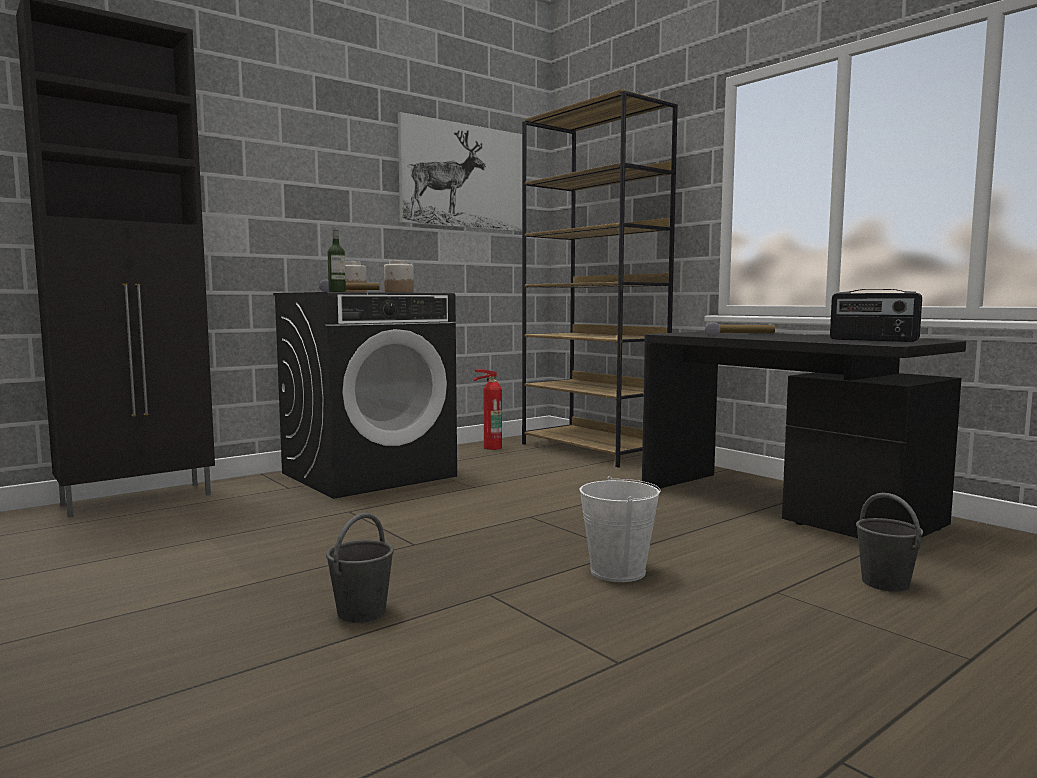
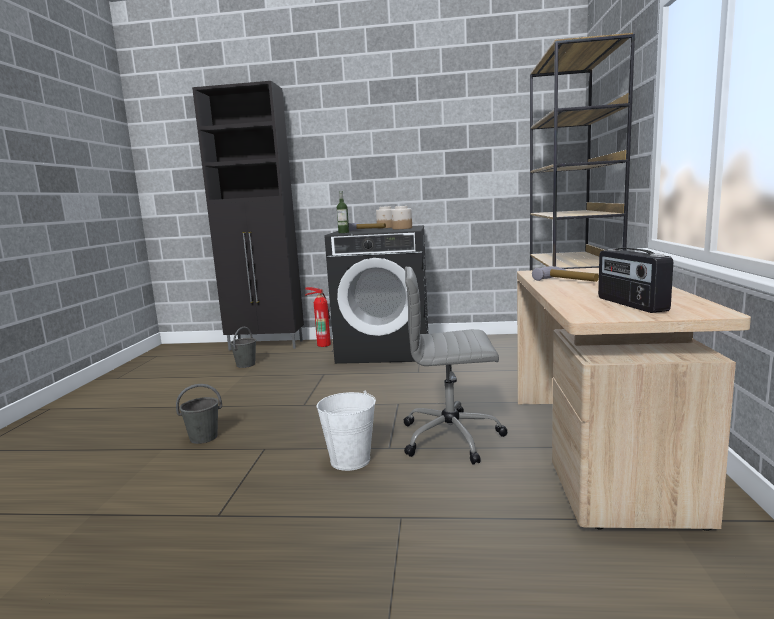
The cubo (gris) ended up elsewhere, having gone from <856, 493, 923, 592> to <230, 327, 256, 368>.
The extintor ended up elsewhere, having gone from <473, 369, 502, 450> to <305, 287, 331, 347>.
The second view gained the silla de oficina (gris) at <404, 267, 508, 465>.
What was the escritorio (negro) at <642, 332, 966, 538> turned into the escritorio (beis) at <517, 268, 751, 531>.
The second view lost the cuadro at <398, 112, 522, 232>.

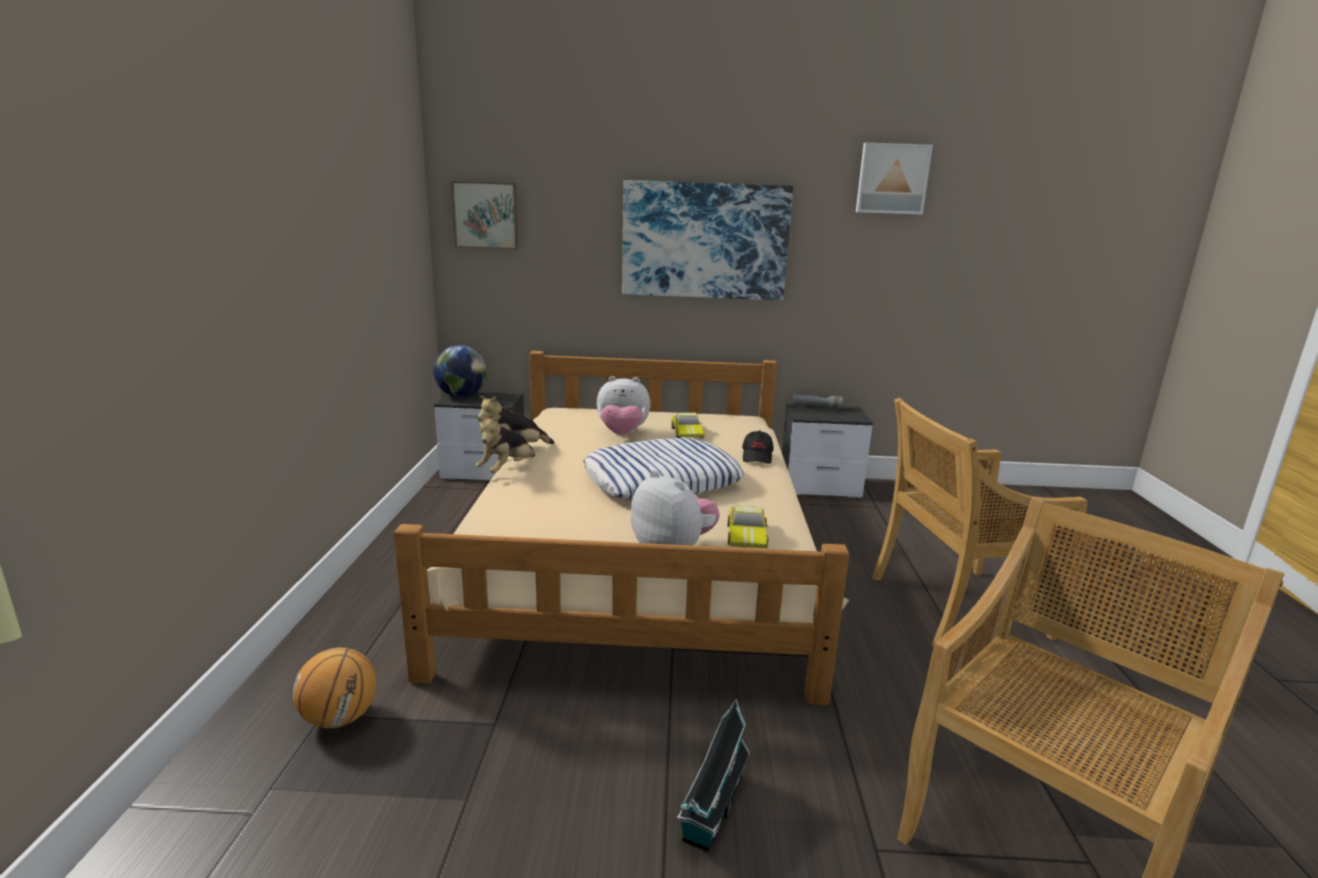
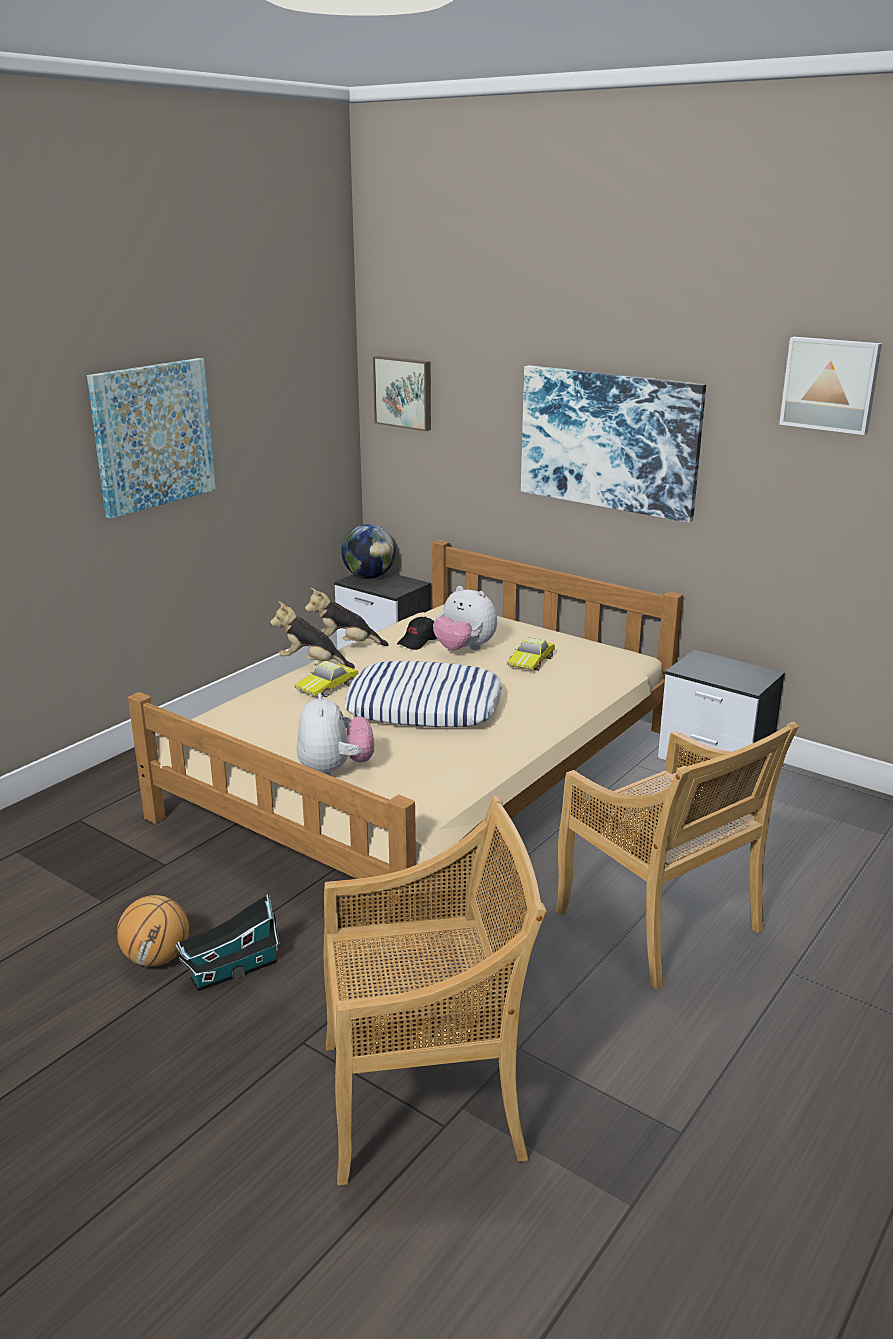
The second view gained the cuadro at <87, 358, 216, 519>.
The balón de baloncesto ended up elsewhere, having gone from <293, 648, 377, 728> to <117, 895, 189, 967>.
The peluche at <475, 414, 535, 473> ended up facing another way, 45 degrees clockwise from before.
The coche de juguete ended up elsewhere, having gone from <727, 505, 769, 548> to <294, 661, 358, 697>.
The gorra (negro) ended up elsewhere, having gone from <742, 430, 773, 464> to <397, 617, 437, 650>.
The silla (beis) at <872, 398, 1088, 647> ended up facing another way, 150 degrees counterclockwise from before.
The second view lost the linterna (gris) at <793, 394, 843, 409>.

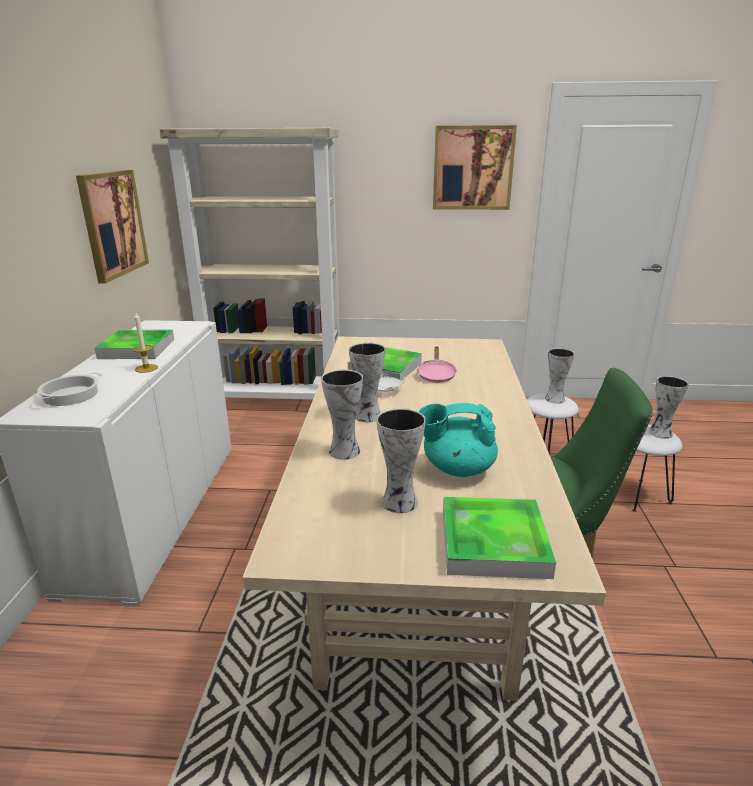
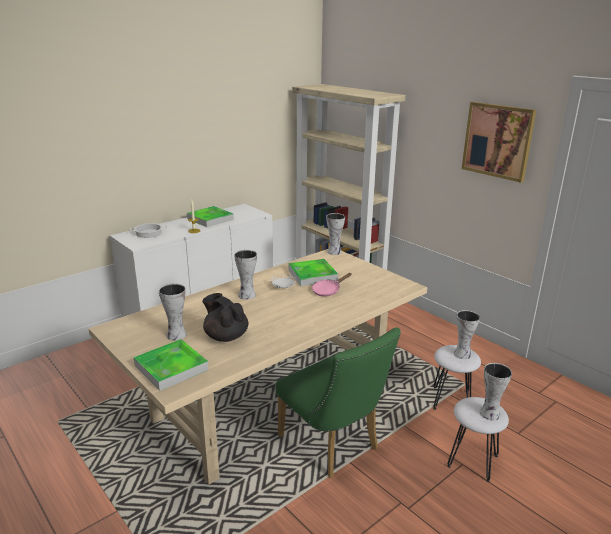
What was the tetera (turquesa) at <418, 403, 498, 477> turned into the tetera (negro) at <202, 293, 248, 342>.
The florero ended up elsewhere, having gone from <321, 369, 363, 459> to <326, 213, 345, 255>.
The second view lost the cuadro at <76, 170, 149, 284>.

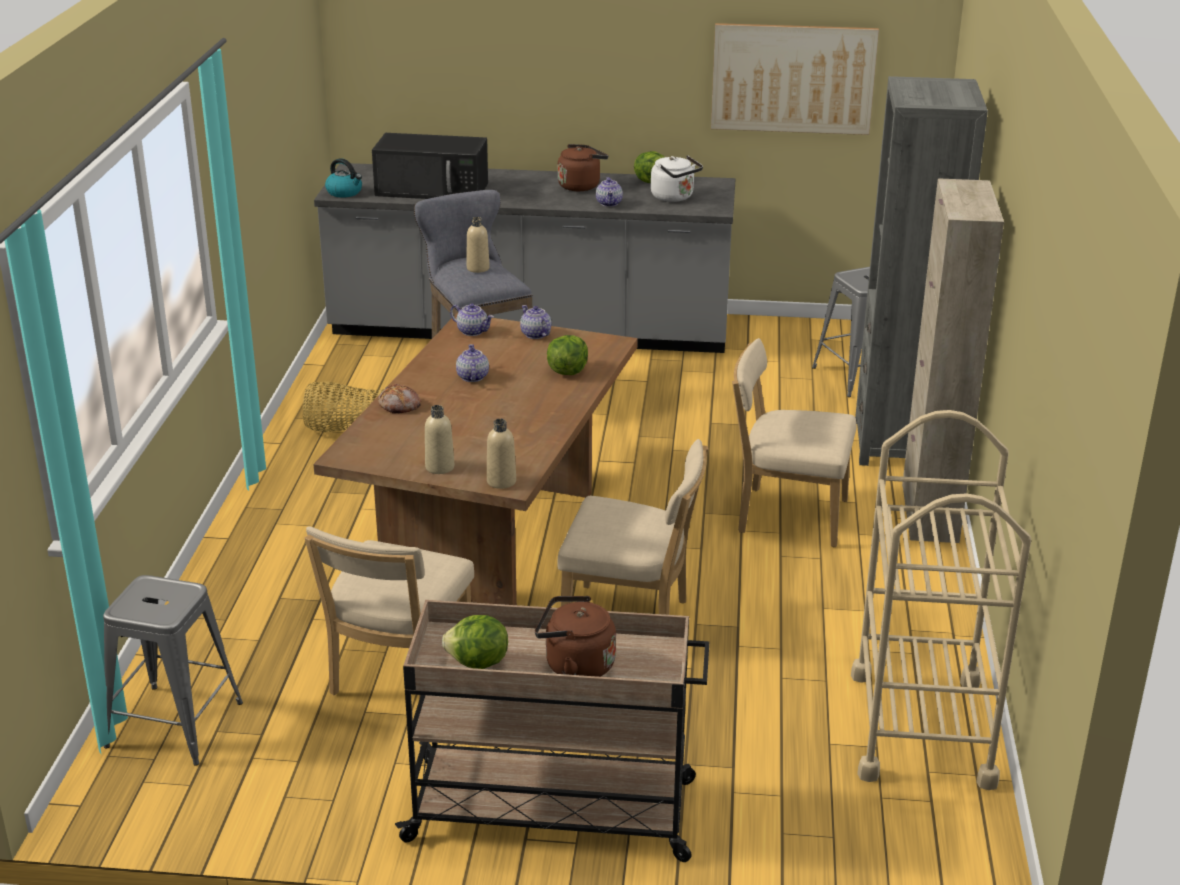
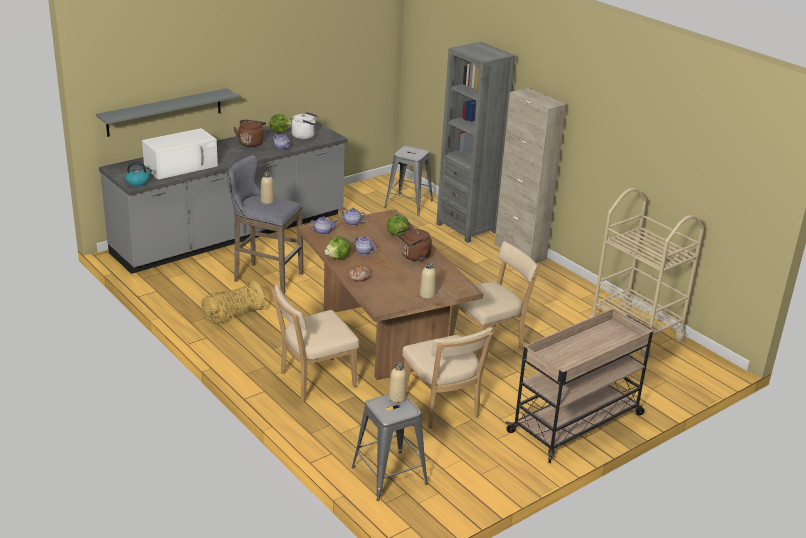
The second view gained the estante (gris) at <96, 88, 239, 137>.
What was the microondas (negro) at <372, 133, 488, 199> turned into the microondas (blanco) at <142, 128, 218, 180>.
The silla (beis) ended up elsewhere, having gone from <732, 338, 857, 547> to <272, 285, 359, 401>.
The lechuga ended up elsewhere, having gone from <442, 615, 508, 669> to <325, 236, 351, 259>.
The botella (beis) ended up elsewhere, having gone from <487, 419, 516, 489> to <389, 362, 407, 403>.
The hervidor (marrón) ended up elsewhere, having gone from <535, 596, 616, 677> to <397, 227, 432, 261>.
The second view lost the cuadro at <711, 23, 879, 135>.

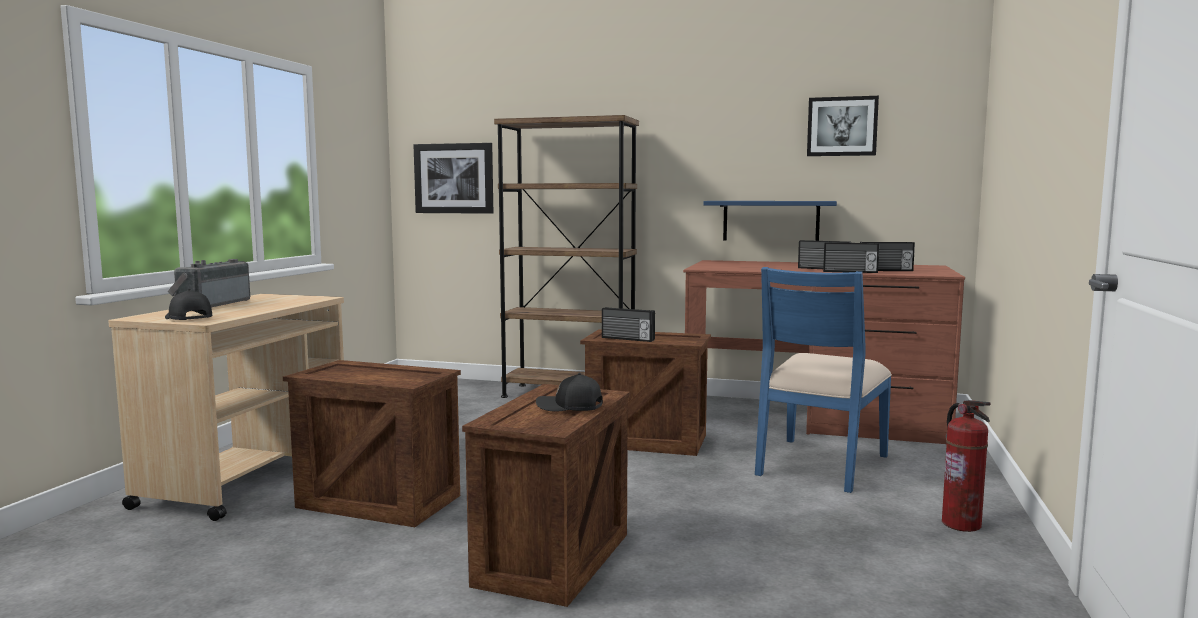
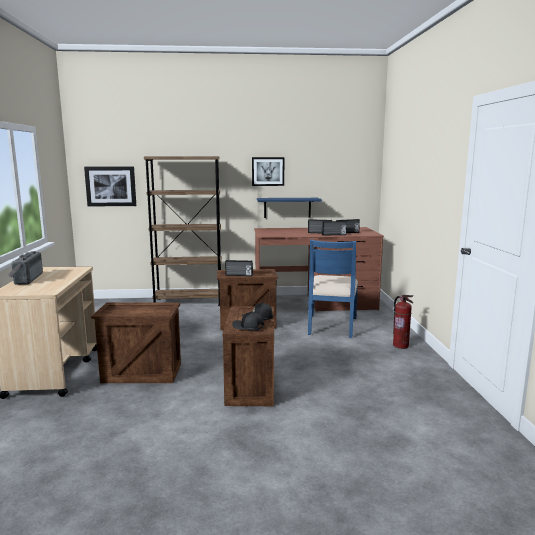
The gorra (negro) ended up elsewhere, having gone from <165, 289, 212, 320> to <232, 311, 264, 330>.
The cuadro ended up elsewhere, having gone from <807, 96, 879, 156> to <252, 157, 284, 186>.

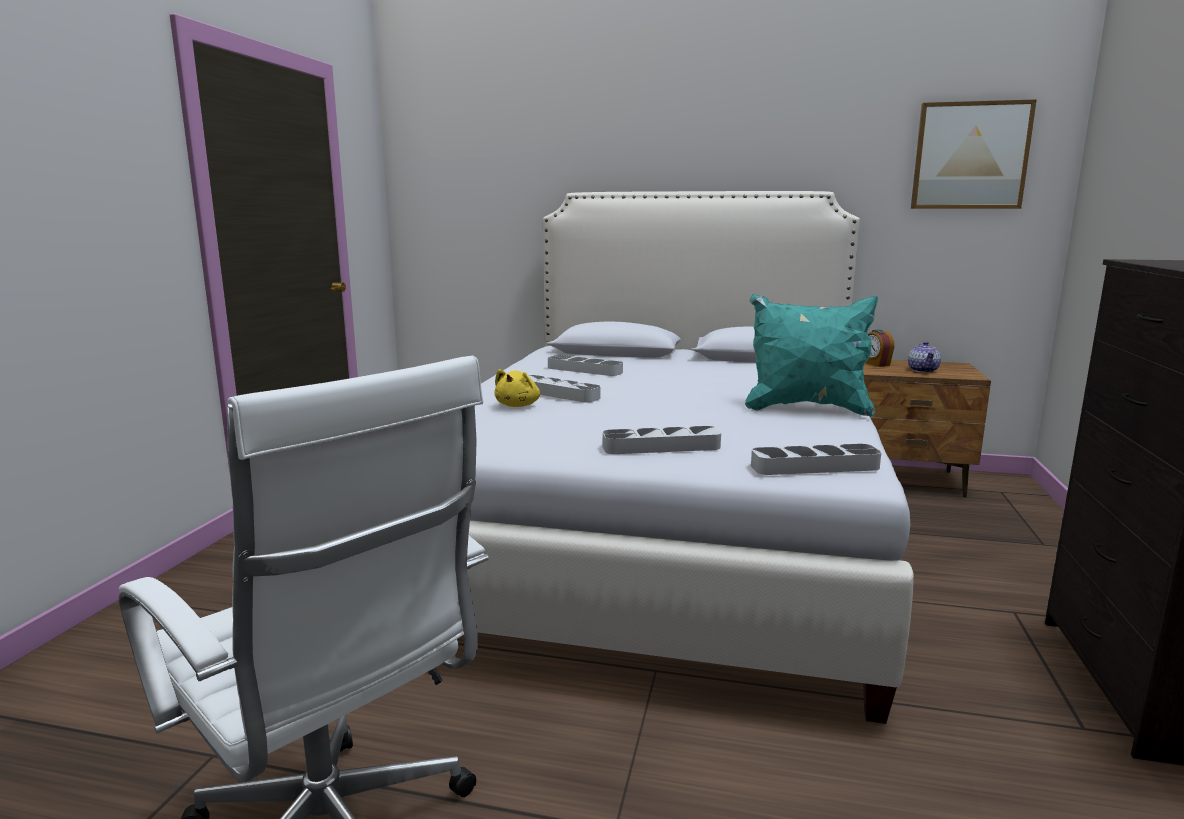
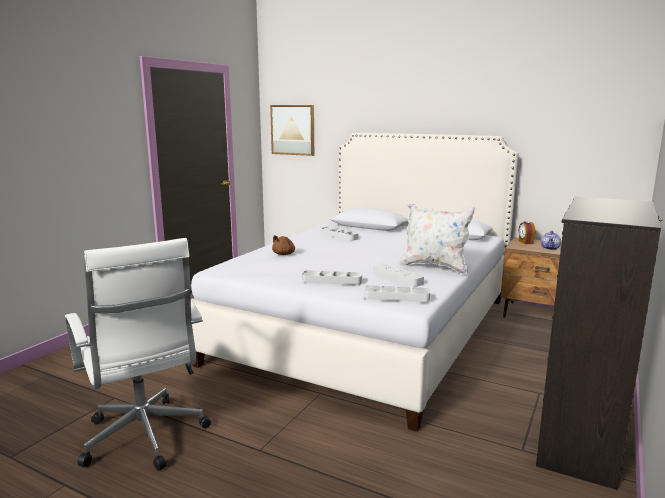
The cuadro ended up elsewhere, having gone from <911, 99, 1037, 209> to <270, 105, 314, 156>.
What was the peluche (amarillo) at <495, 369, 540, 407> turned into the peluche (marrón) at <272, 235, 295, 255>.
The bandeja (gris) ended up elsewhere, having gone from <528, 375, 601, 403> to <374, 264, 424, 287>.
What was the cojín (turquesa) at <745, 294, 878, 417> turned into the cojín (blanco) at <399, 202, 476, 274>.

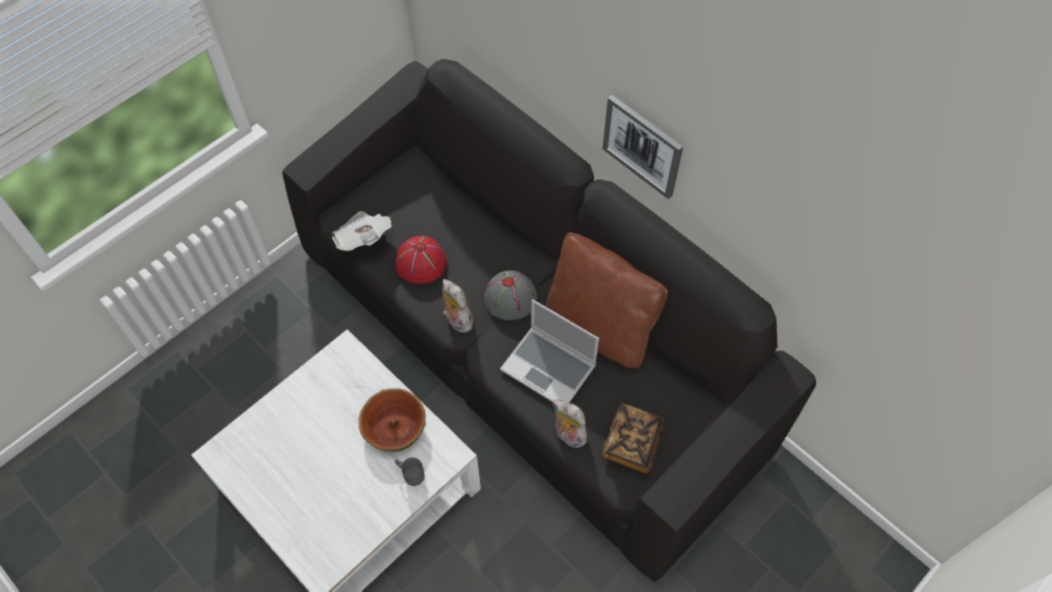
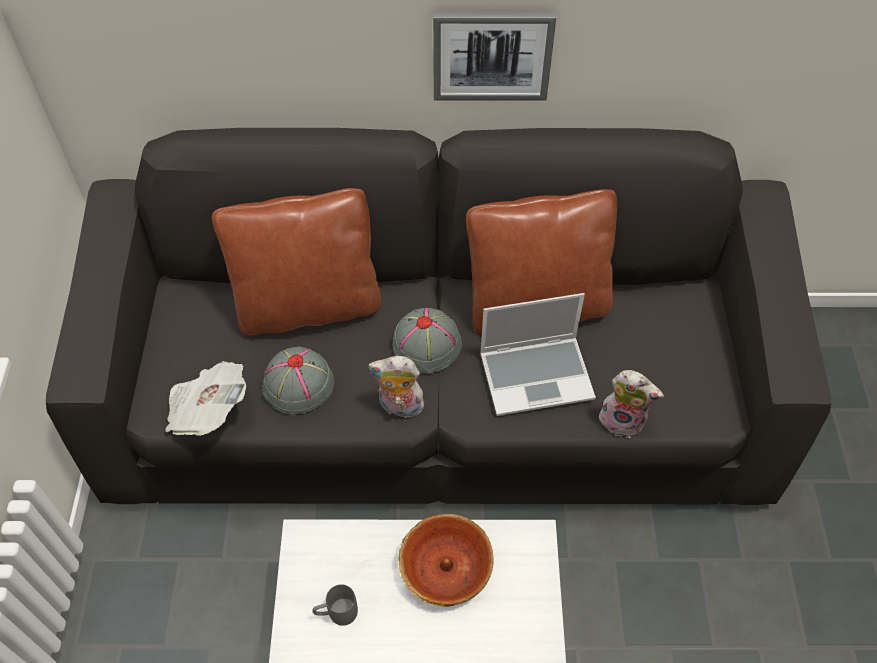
The second view gained the cojín (marrón) at <212, 188, 381, 336>.
What was the sombrero (rojo) at <395, 236, 447, 284> turned into the sombrero (gris) at <263, 347, 334, 415>.
The taza grande (gris) ended up elsewhere, having gone from <395, 457, 425, 486> to <312, 584, 358, 626>.
The peluche at <552, 400, 587, 448> ended up facing another way, 150 degrees counterclockwise from before.
The second view lost the libro at <602, 404, 665, 475>.

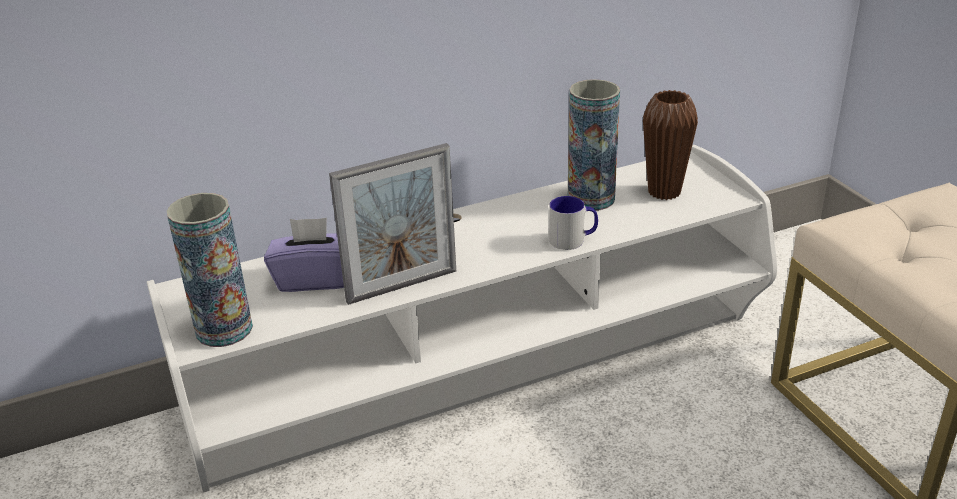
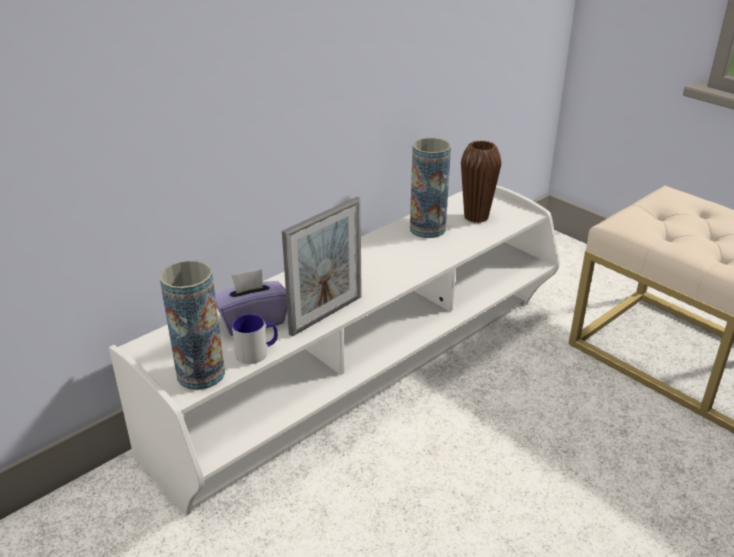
The taza grande ended up elsewhere, having gone from <549, 196, 598, 250> to <232, 314, 278, 364>.

